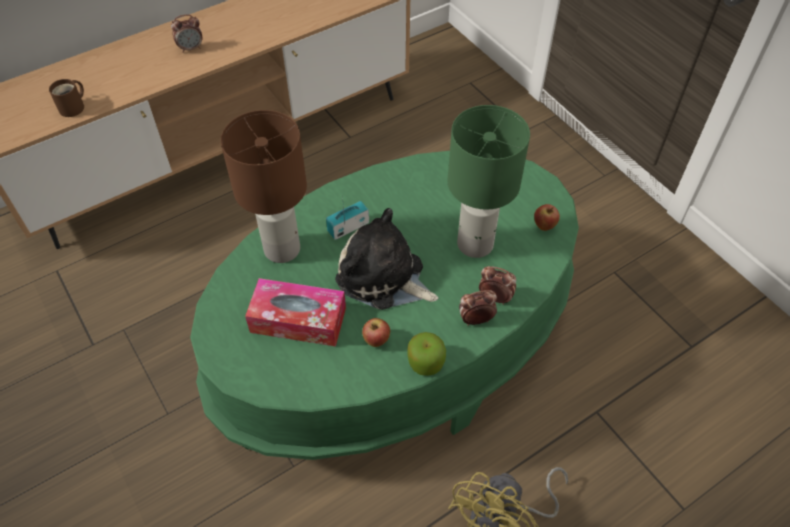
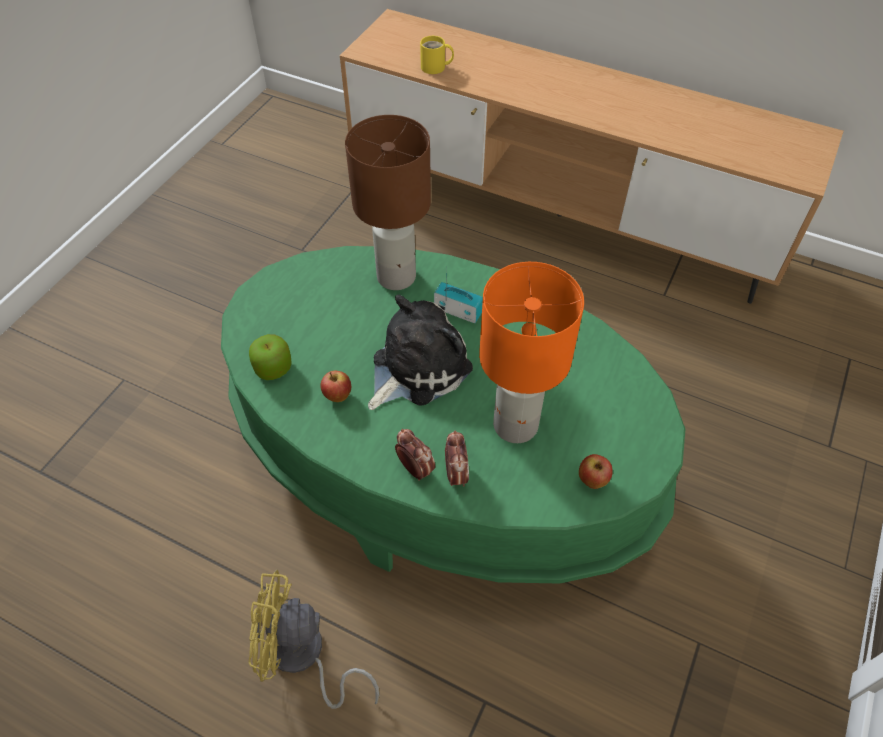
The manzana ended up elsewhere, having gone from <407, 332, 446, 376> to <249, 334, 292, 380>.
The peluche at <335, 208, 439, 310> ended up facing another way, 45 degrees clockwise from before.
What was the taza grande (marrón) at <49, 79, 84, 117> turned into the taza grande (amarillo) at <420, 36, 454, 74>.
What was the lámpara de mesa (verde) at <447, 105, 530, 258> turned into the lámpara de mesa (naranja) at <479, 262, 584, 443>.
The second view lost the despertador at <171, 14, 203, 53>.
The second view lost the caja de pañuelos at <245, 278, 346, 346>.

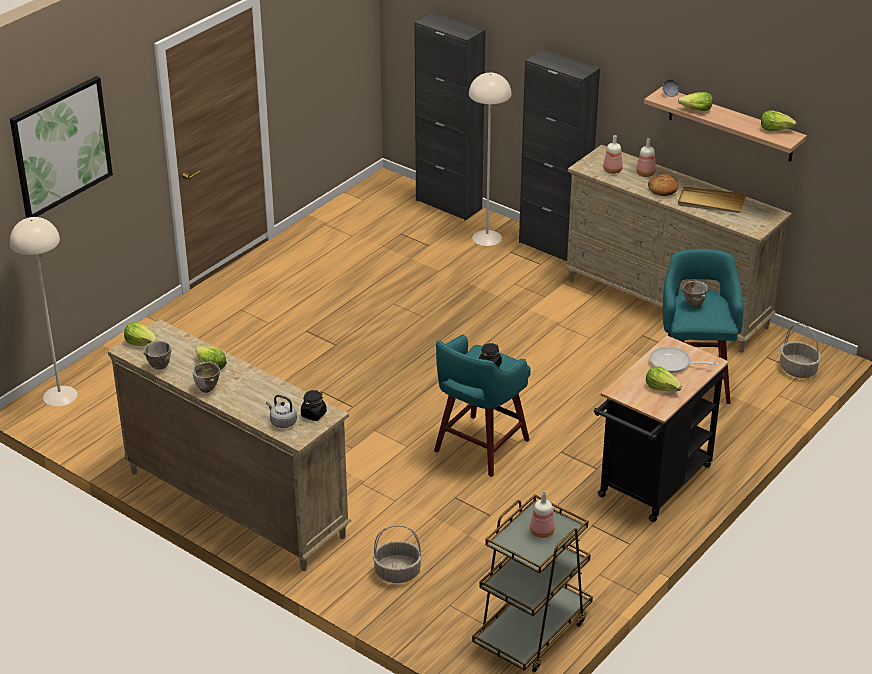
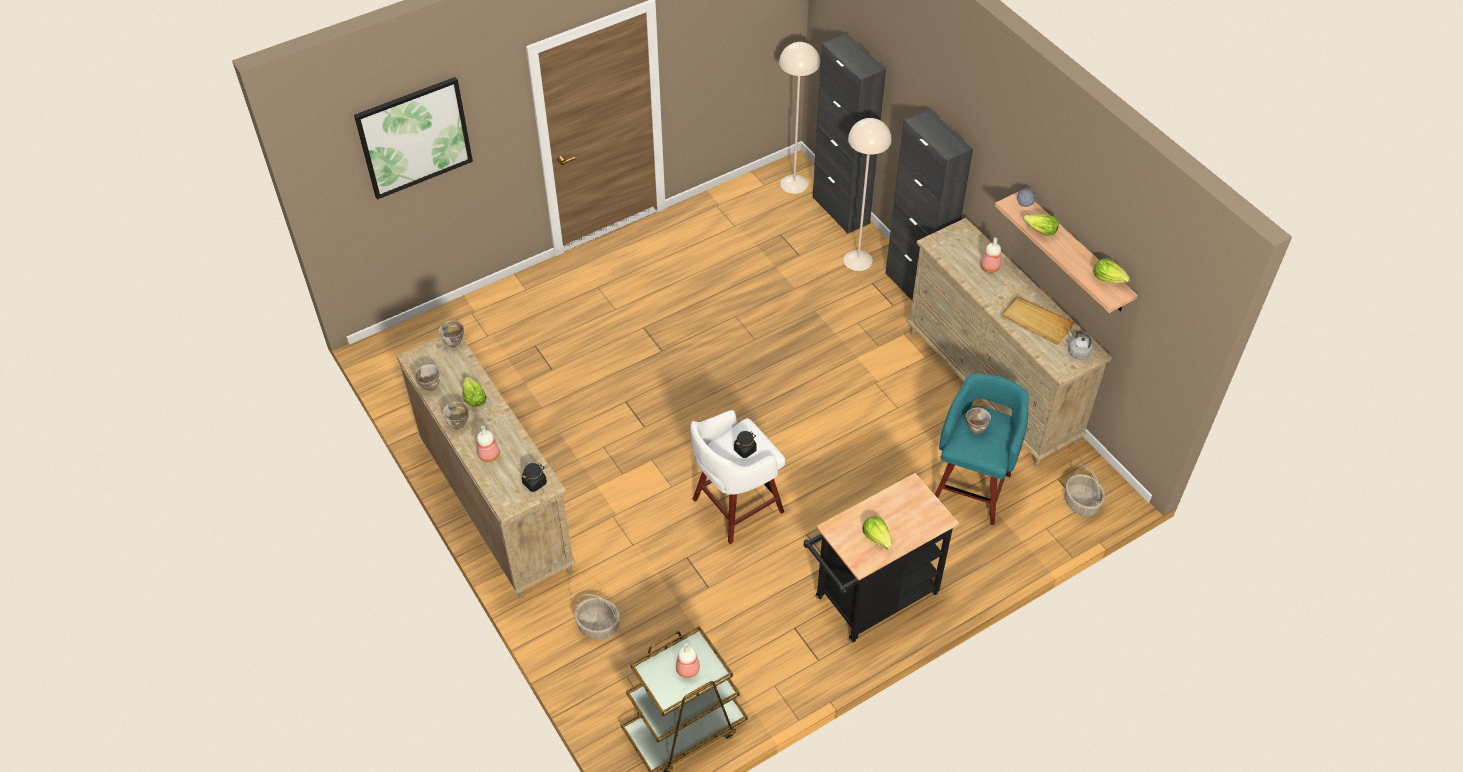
The second view gained the cuenco at <439, 320, 464, 348>.
The botella ended up elsewhere, having gone from <603, 135, 623, 174> to <477, 426, 500, 462>.
What was the taburete (turquesa) at <434, 334, 531, 477> turned into the taburete (blanco) at <690, 410, 785, 544>.
The lámpara de pie (beis) ended up elsewhere, having gone from <10, 217, 77, 407> to <779, 42, 820, 194>.
The hervidor (gris) ended up elsewhere, having gone from <266, 395, 297, 428> to <1068, 331, 1093, 360>.
The second view lost the lechuga at <124, 322, 158, 346>.
The second view lost the pan at <648, 174, 678, 196>.
The second view lost the sartén at <650, 347, 719, 373>.

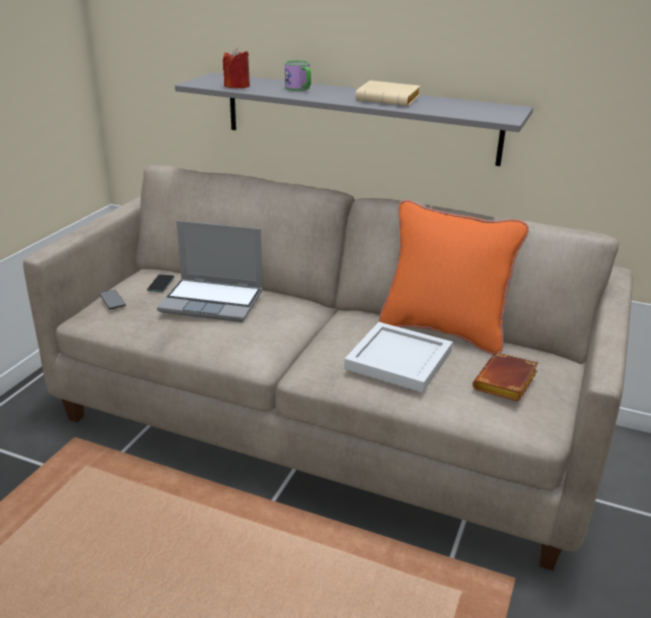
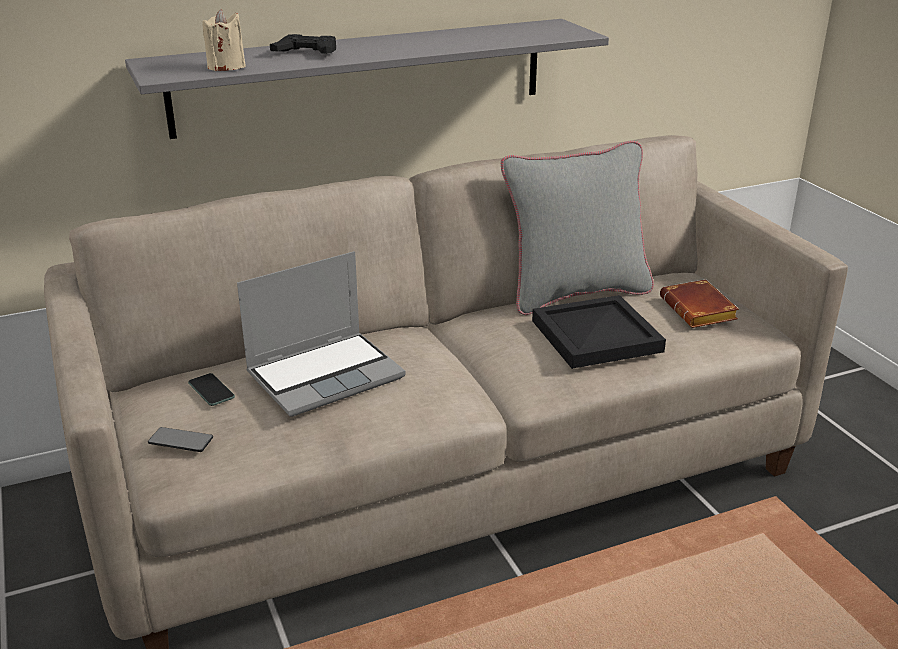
What was the vela (rojo) at <223, 48, 250, 88> turned into the vela (beis) at <202, 10, 246, 71>.
Where the taza grande stood at <285, 60, 311, 91>, the mando de consola (negro) came to stand at <270, 34, 336, 54>.
What was the cojín (naranja) at <379, 200, 529, 354> turned into the cojín (gris) at <501, 141, 654, 315>.
What was the bandeja (blanco) at <344, 322, 453, 393> turned into the bandeja (negro) at <532, 295, 666, 369>.
The second view lost the libro (beis) at <355, 80, 421, 106>.

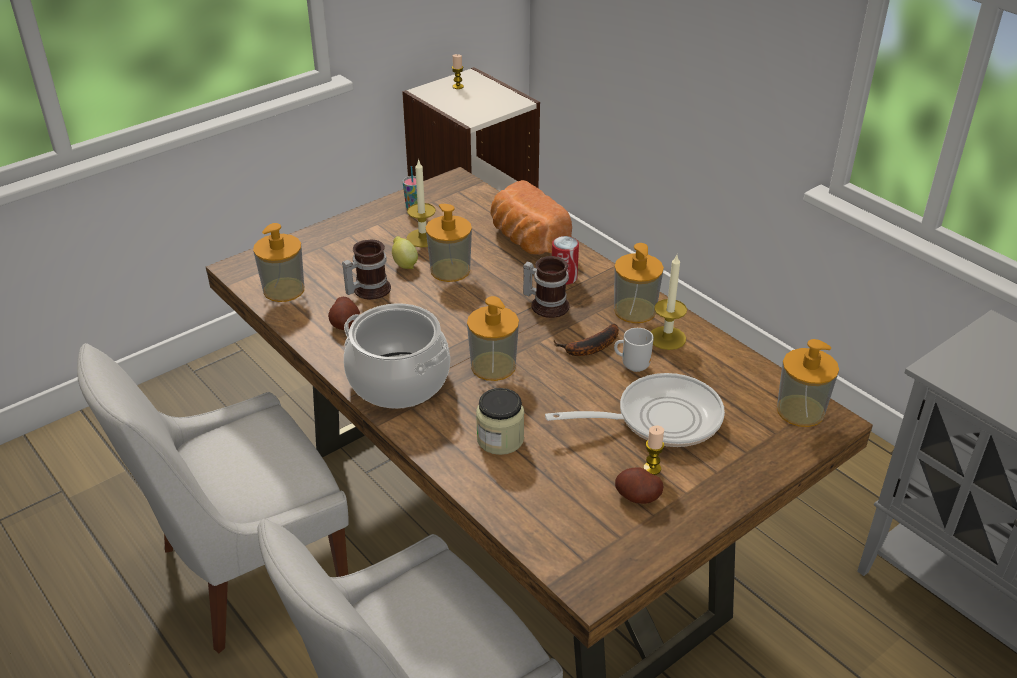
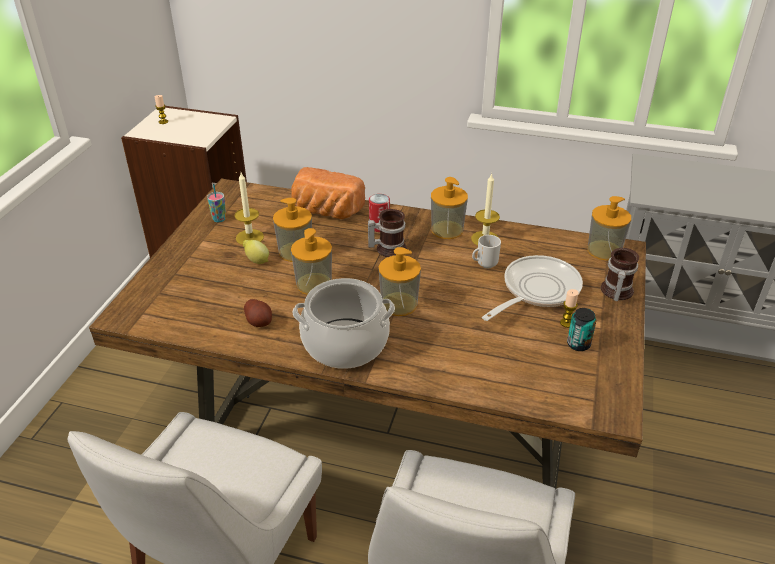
The dispensador de jabón ended up elsewhere, having gone from <253, 223, 304, 302> to <291, 228, 332, 295>.
Where the patata stood at <615, 467, 663, 504>, the lata came to stand at <567, 308, 596, 351>.
The taza grande ended up elsewhere, having gone from <342, 240, 391, 300> to <601, 248, 639, 301>.
The second view lost the tarro at <476, 388, 524, 455>.
The second view lost the plátano at <554, 324, 619, 356>.

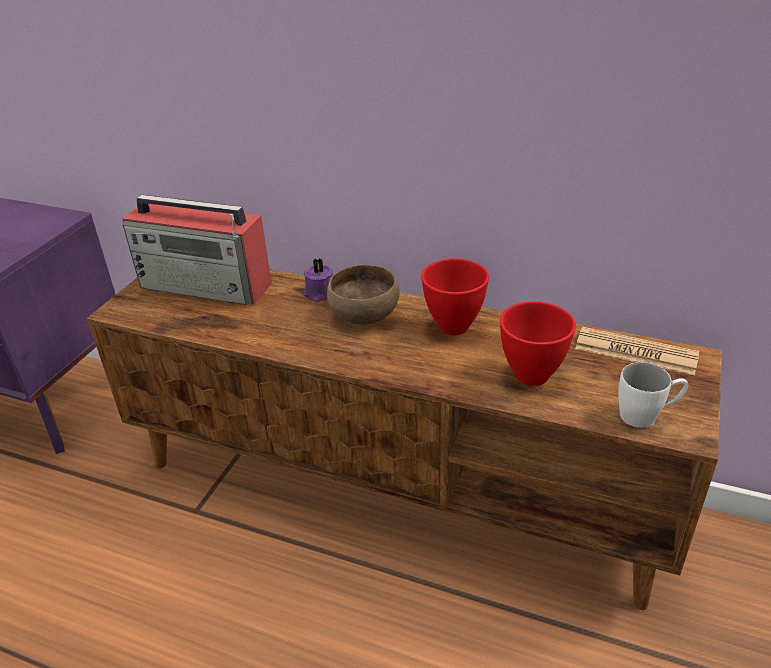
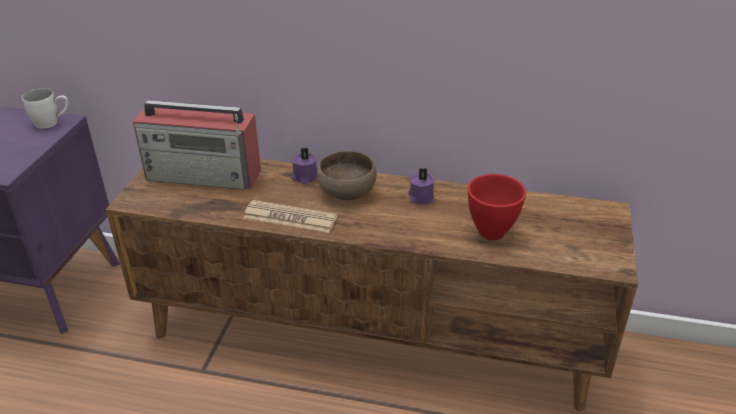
The taza grande (blanco) ended up elsewhere, having gone from <618, 362, 689, 428> to <22, 88, 68, 129>.
The periódico ended up elsewhere, having gone from <575, 327, 699, 375> to <244, 200, 337, 233>.
Where the cuenco (rojo) stood at <421, 258, 489, 335>, the vela (morado) came to stand at <408, 168, 434, 205>.

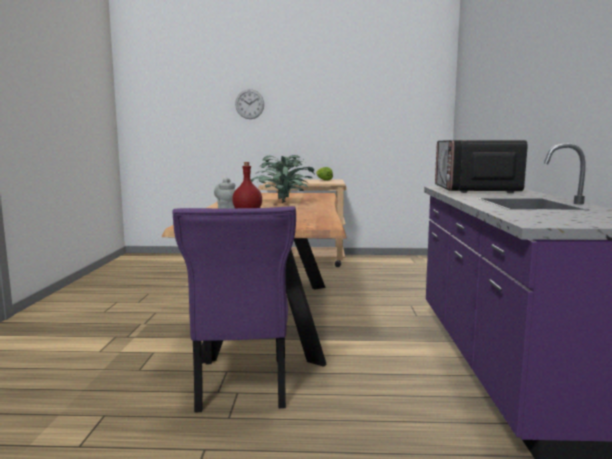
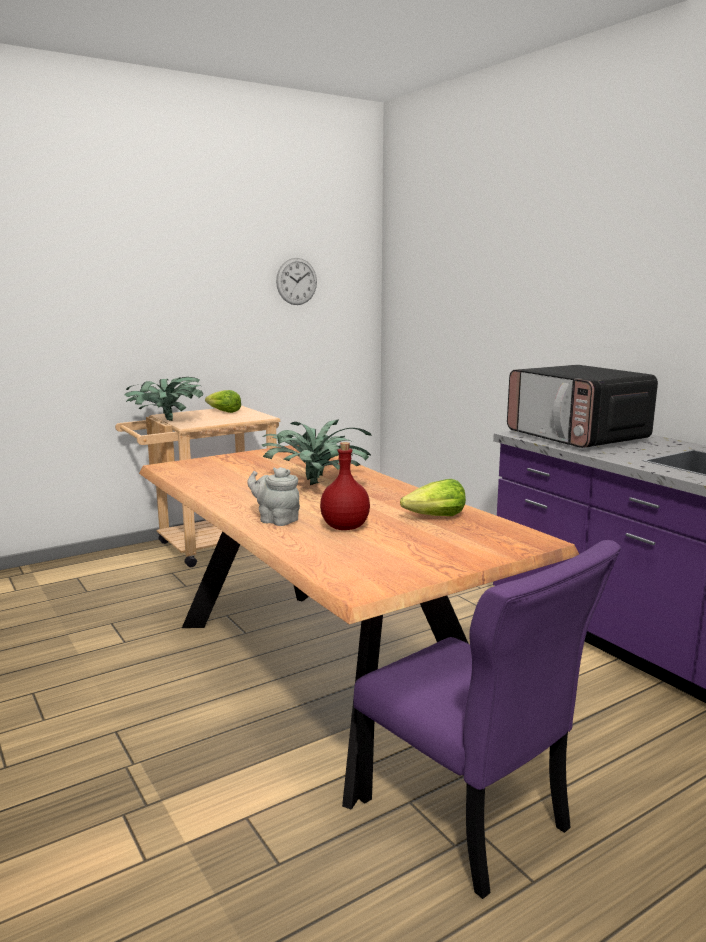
The reloj de pared ended up elsewhere, having gone from <235, 89, 264, 119> to <276, 258, 317, 305>.
The second view gained the lechuga at <400, 479, 466, 516>.

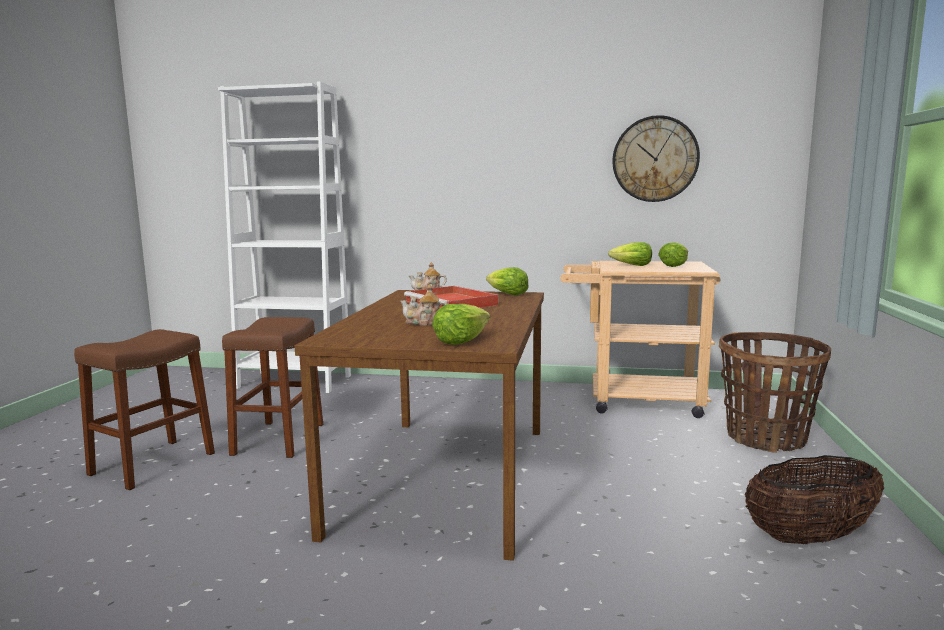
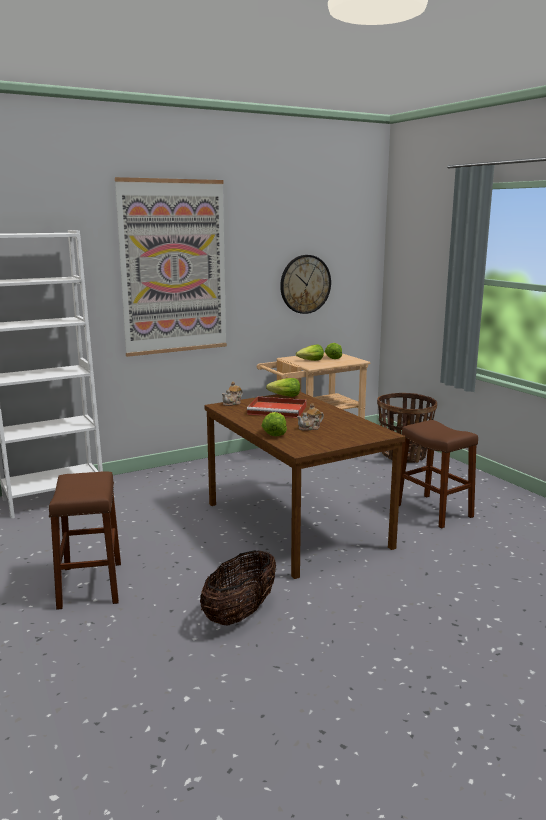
The second view gained the cuadro at <115, 177, 227, 357>.
The cesta ended up elsewhere, having gone from <745, 455, 884, 544> to <200, 550, 276, 626>.
The lechuga ended up elsewhere, having gone from <432, 304, 490, 345> to <262, 412, 287, 436>.
The taburete (marrón) ended up elsewhere, having gone from <222, 317, 323, 458> to <399, 420, 478, 529>.

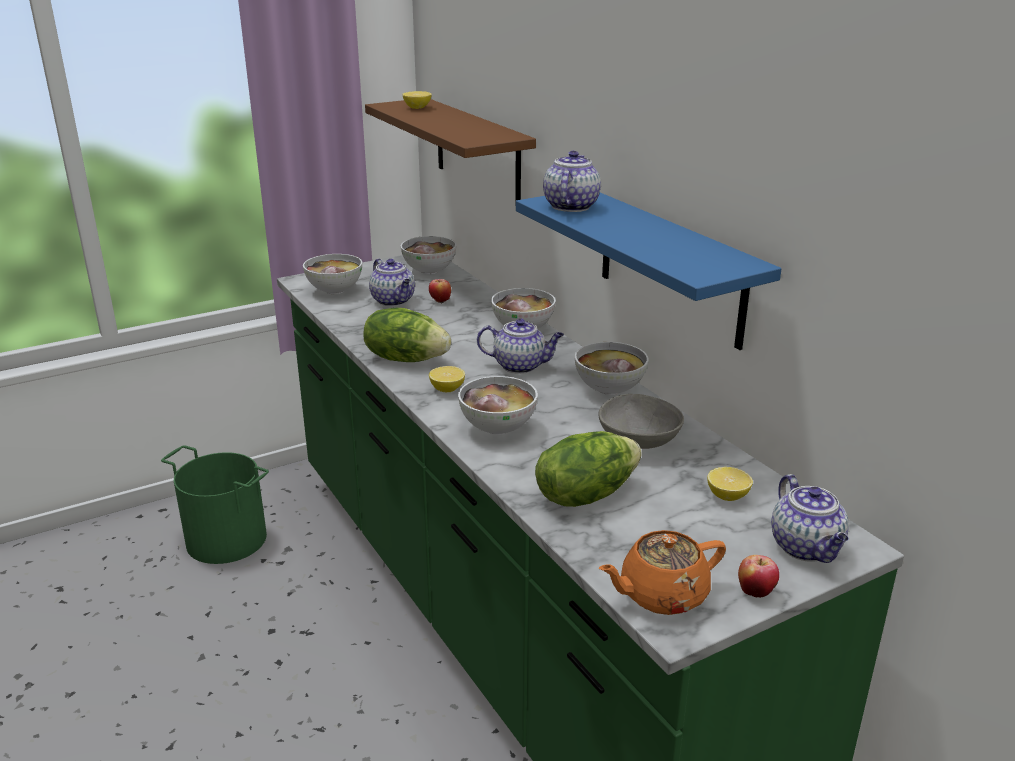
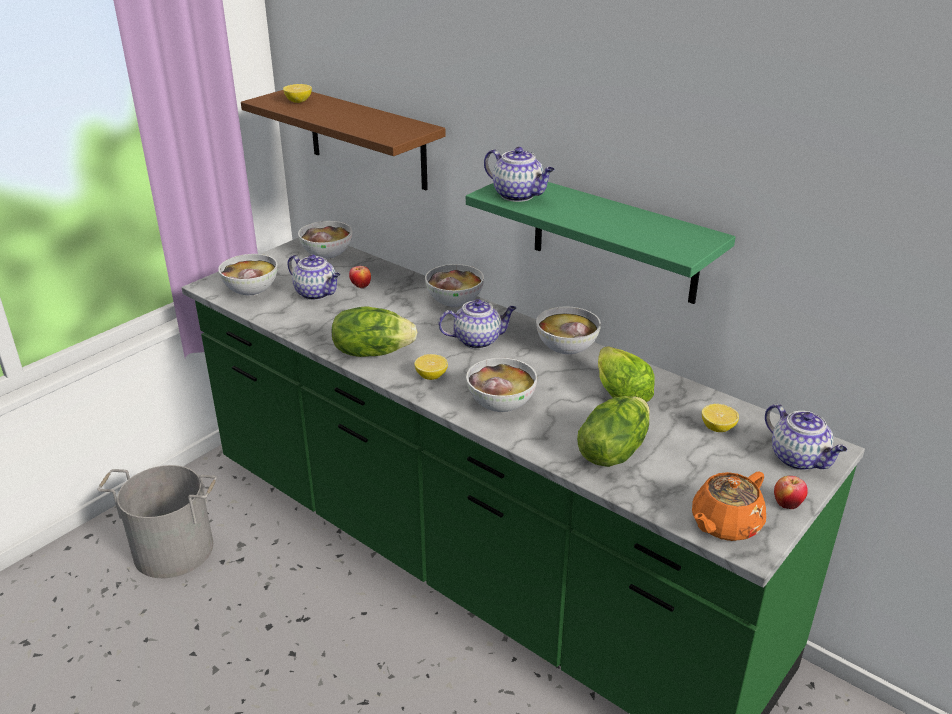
What was the cubo (verde) at <161, 445, 269, 564> turned into the cubo (gris) at <97, 465, 217, 578>.
What was the estante (azul) at <516, 193, 781, 350> turned into the estante (verde) at <466, 182, 736, 304>.
The tetera at <543, 151, 601, 212> ended up facing another way, 135 degrees clockwise from before.
Where the cuenco (gris) stood at <598, 394, 684, 449>, the lechuga came to stand at <598, 346, 655, 402>.

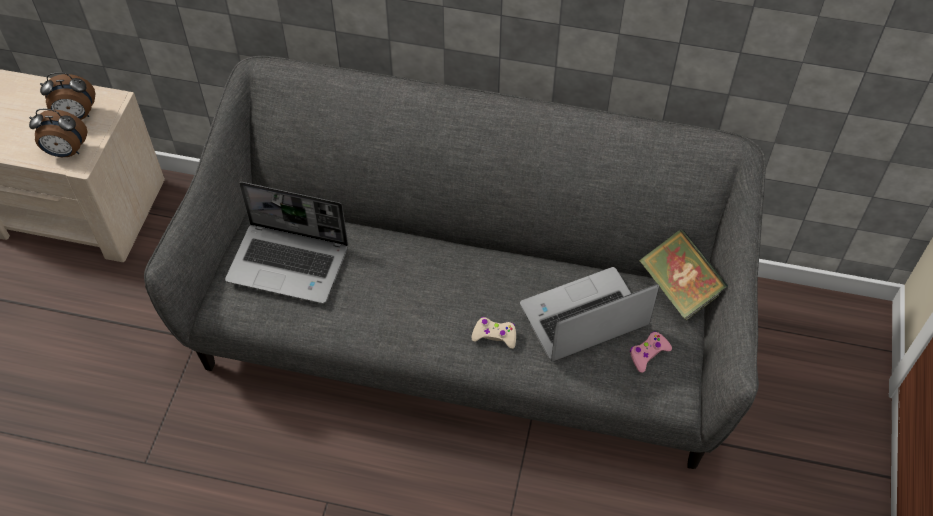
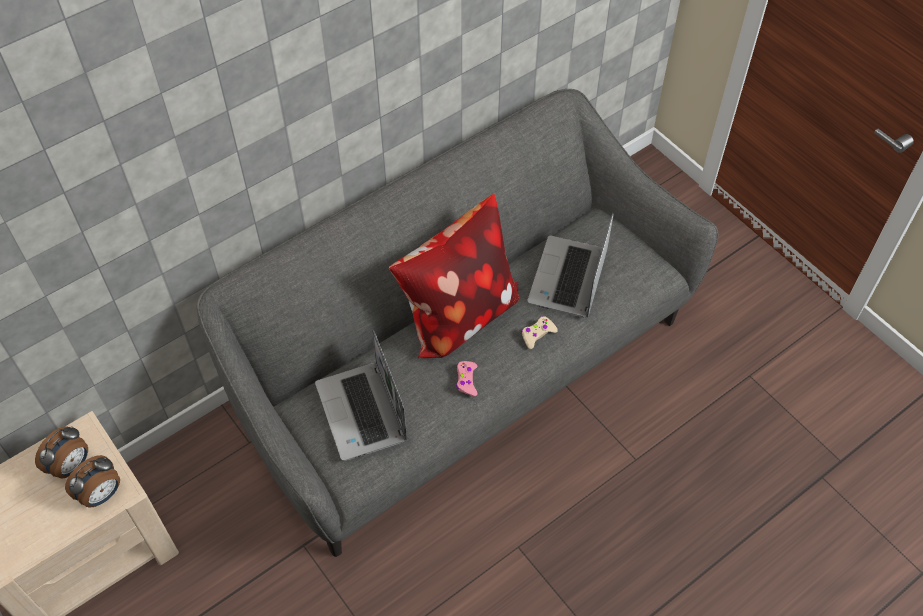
The portátil at <225, 182, 348, 304> ended up facing another way, 105 degrees clockwise from before.
The second view gained the cojín at <389, 194, 519, 358>.
The mando de consola (rosa) ended up elsewhere, having gone from <630, 332, 672, 373> to <456, 361, 477, 397>.
The second view lost the libro at <639, 230, 728, 320>.

